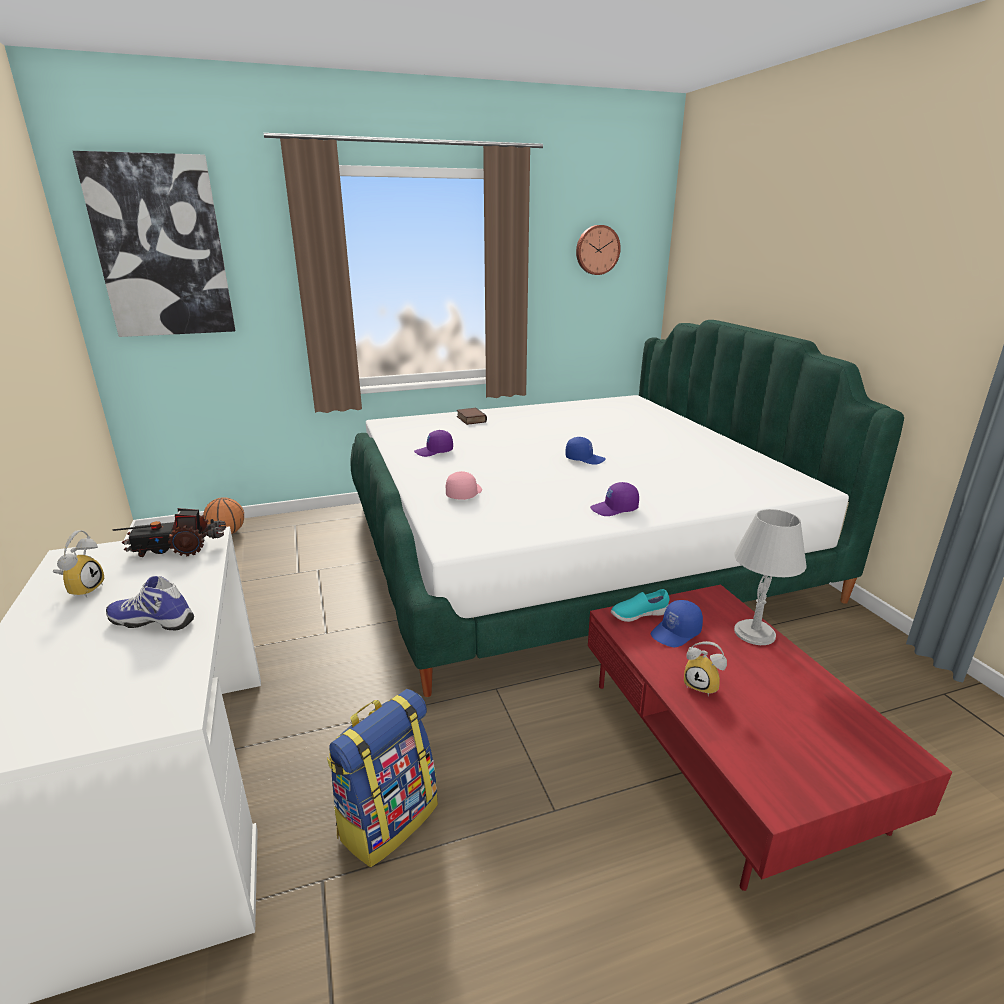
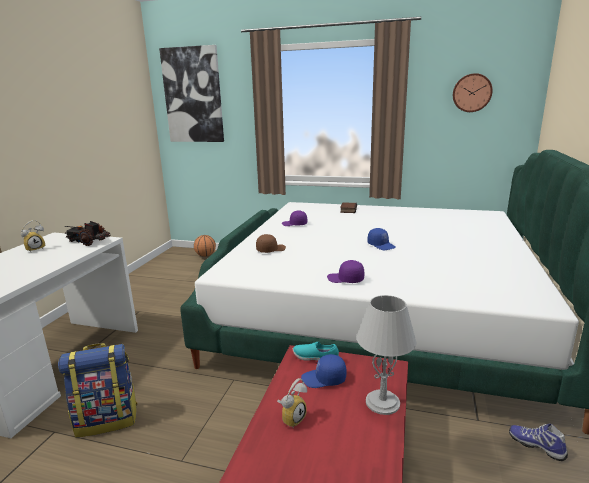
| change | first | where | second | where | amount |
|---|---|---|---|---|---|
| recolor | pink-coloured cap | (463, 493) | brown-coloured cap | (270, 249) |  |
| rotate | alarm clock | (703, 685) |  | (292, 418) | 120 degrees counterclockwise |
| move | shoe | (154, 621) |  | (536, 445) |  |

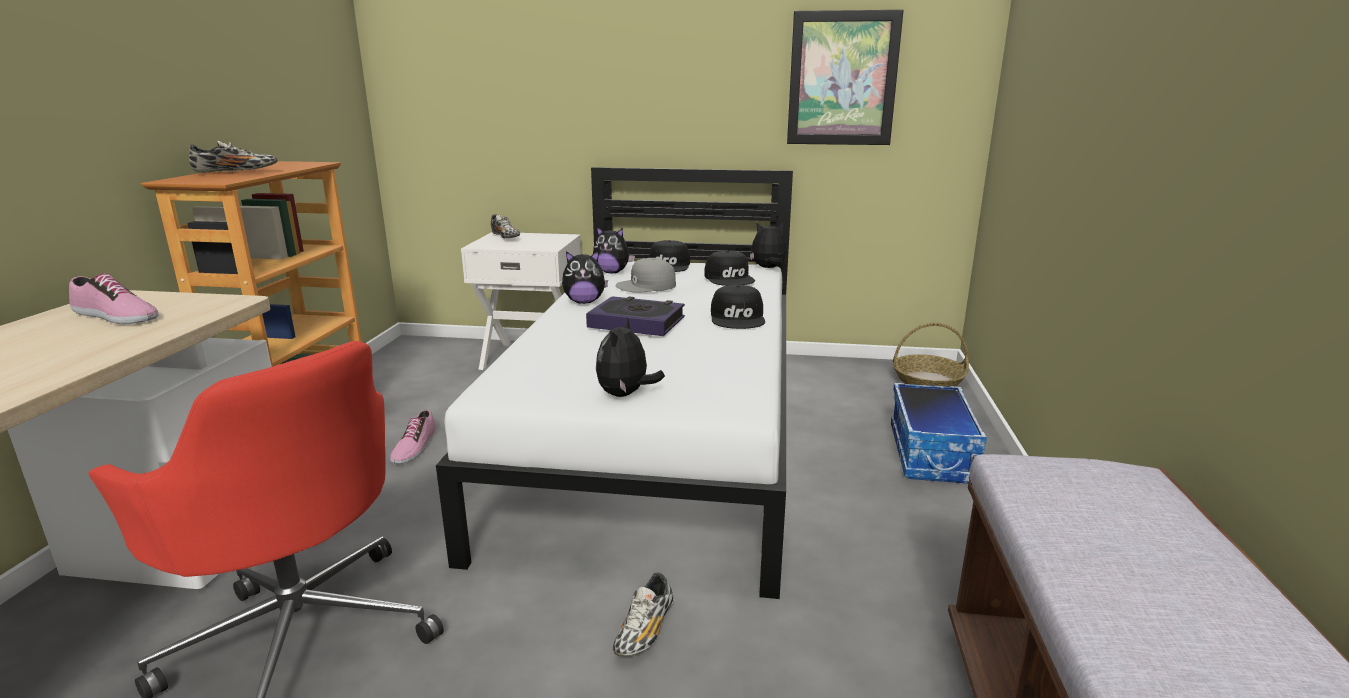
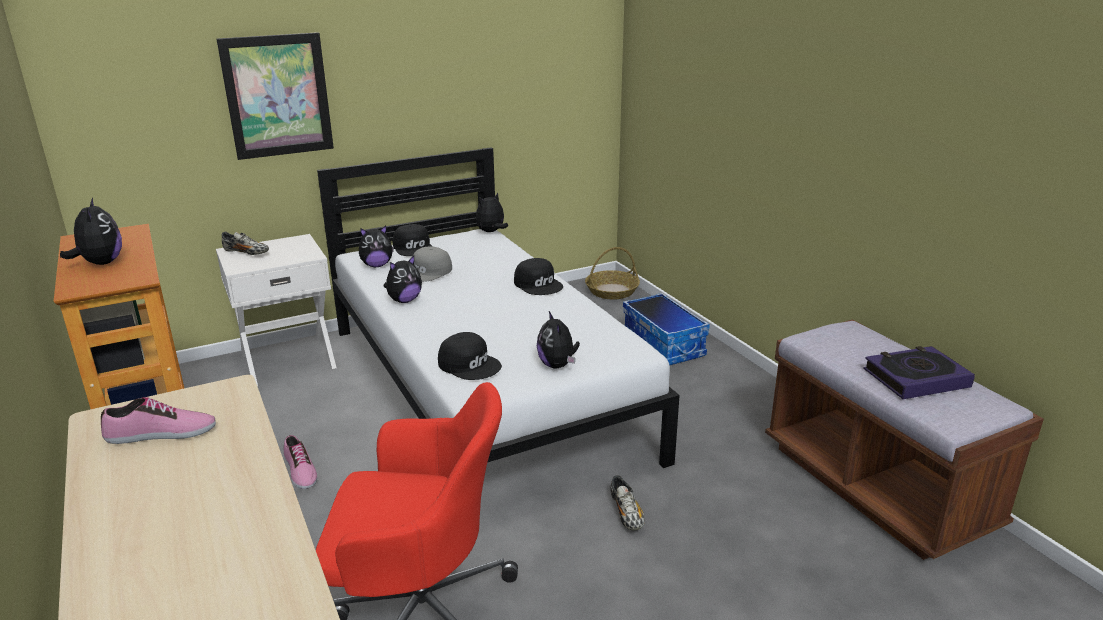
| change | first | where | second | where | amount |
|---|---|---|---|---|---|
| replace | shoe | (236, 172) | plush toy | (100, 263) |  |
| move | picture | (842, 79) |  | (277, 96) |  |
| move | blackish cap | (730, 278) |  | (470, 364) |  |
| move | book | (636, 323) |  | (915, 378) |  |

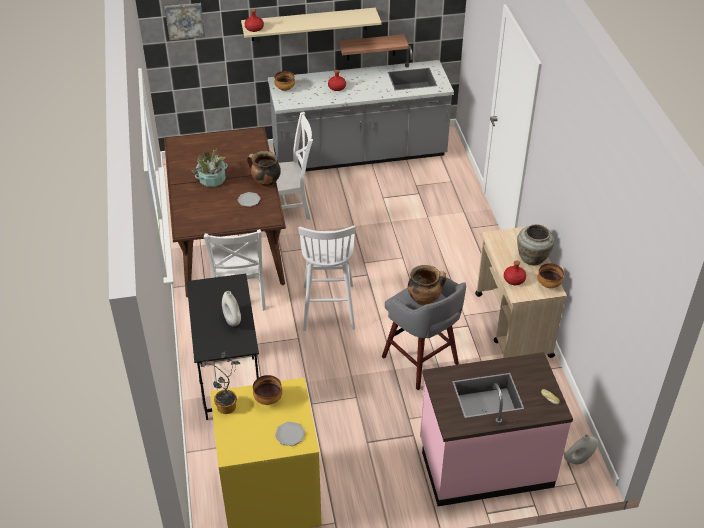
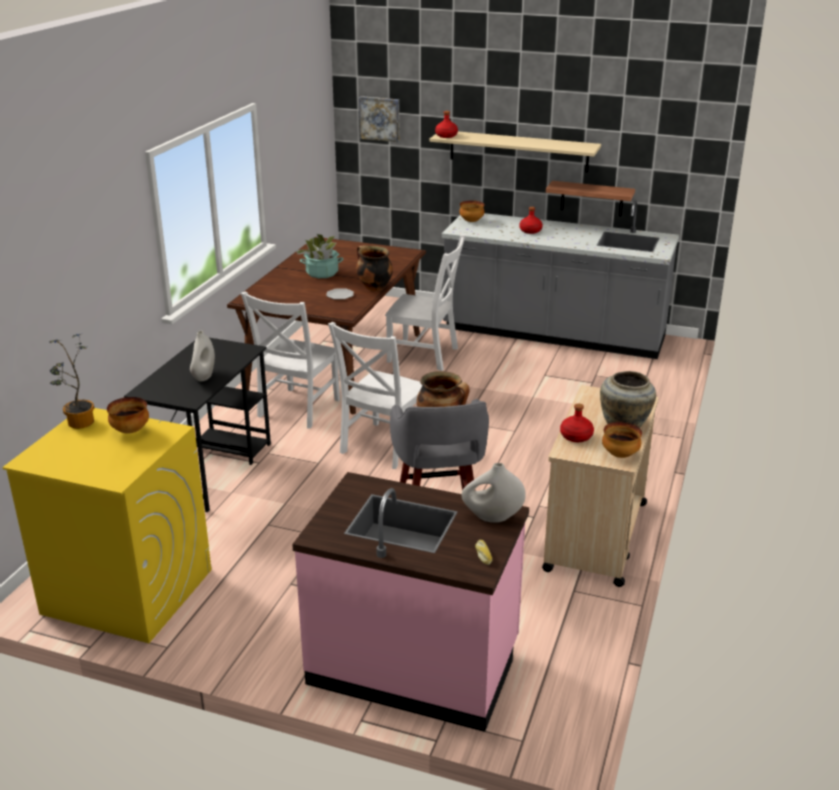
| change | first | where | second | where | amount |
|---|---|---|---|---|---|
| replace | whitish sitting stool | (328, 306) | whitish upright chair | (382, 447) |  |
| move | whitish vase | (578, 459) |  | (492, 517) |  |
| delete | dinner plate | (290, 434) |  |  |  |

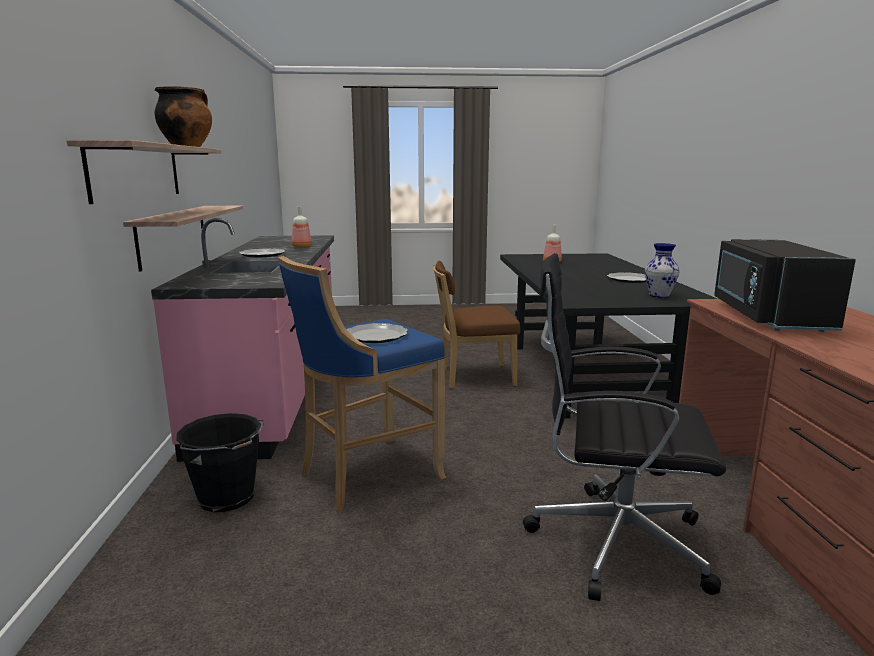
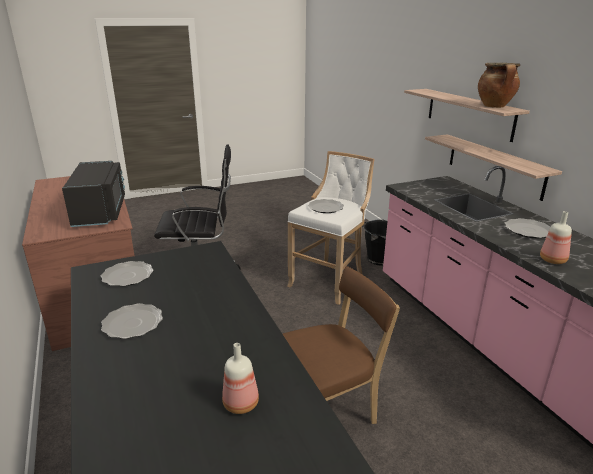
| change | first | where | second | where | amount |
|---|---|---|---|---|---|
| replace | vase | (658, 296) | dinner plate | (128, 276) |  |
| recolor | bluish sitting stool | (365, 475) | whitish sitting stool | (330, 280) |  |

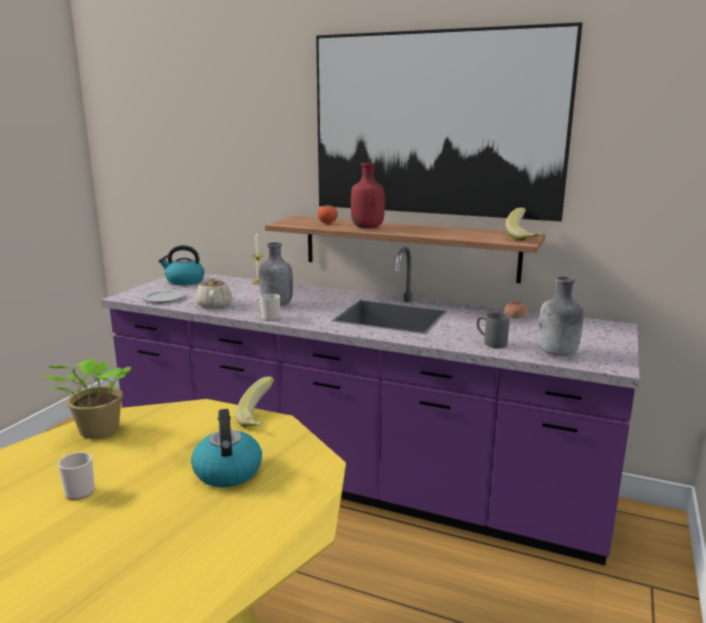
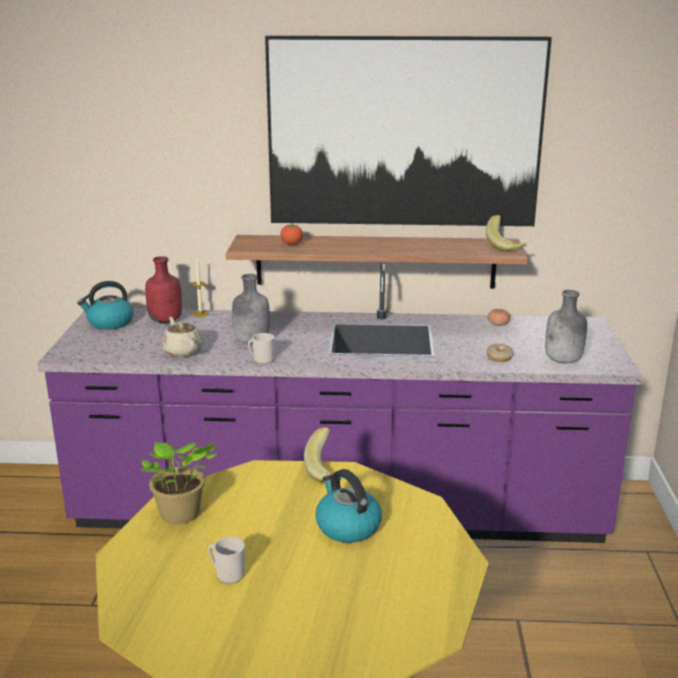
| change | first | where | second | where | amount |
|---|---|---|---|---|---|
| move | red bottle | (368, 228) |  | (166, 320) |  |
| replace | grey mug | (490, 343) | doughnut | (499, 357) |  |
| delete | dinner plate | (164, 298) |  |  |  |

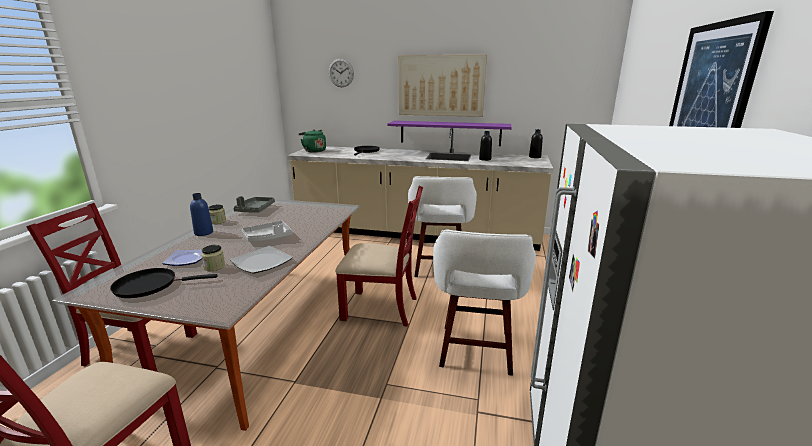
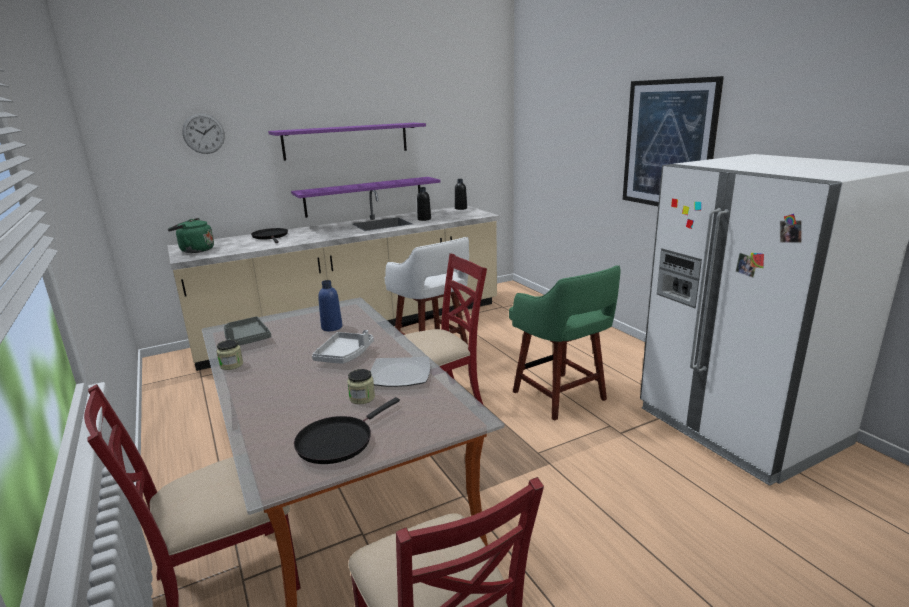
| change | first | where | second | where | amount |
|---|---|---|---|---|---|
| replace | picture | (441, 86) | purple wall shelf | (346, 141) |  |
| move | bluish bottle | (204, 233) |  | (332, 327) |  |
| recolor | whitish sitting stool | (475, 351) | green sitting stool | (561, 397) |  |
| delete | dinner plate | (187, 259) |  |  |  |

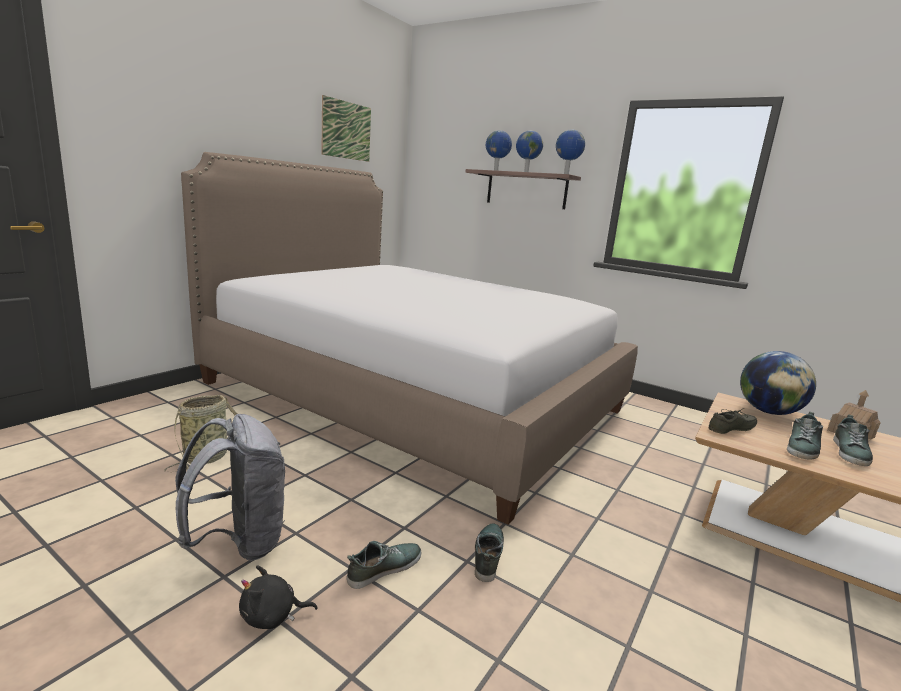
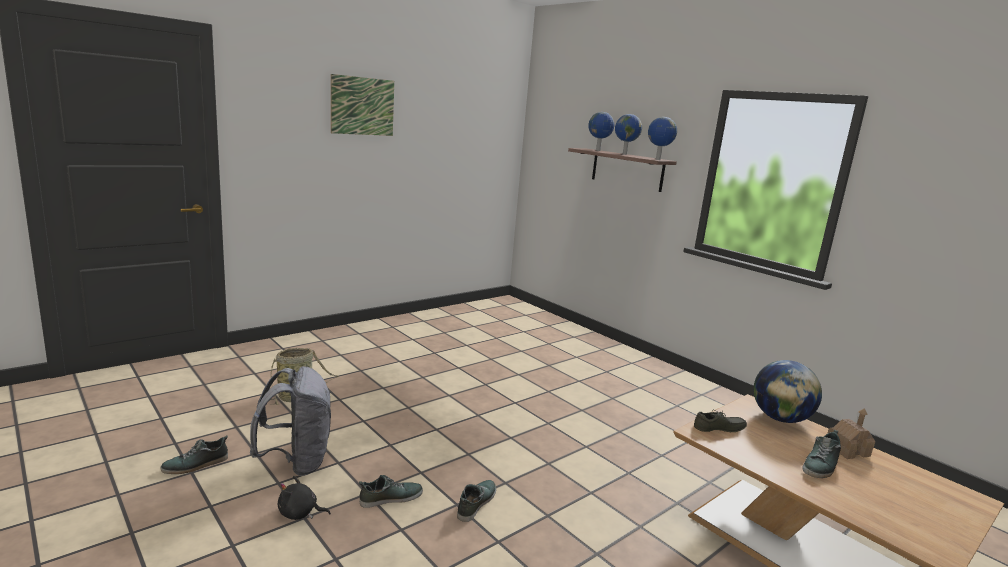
| change | first | where | second | where | amount |
|---|---|---|---|---|---|
| move | shoe | (802, 448) |  | (196, 464) |  |
| move | picture | (346, 130) |  | (362, 106) |  |
| delete | sleeping bed | (413, 396) |  |  |  |

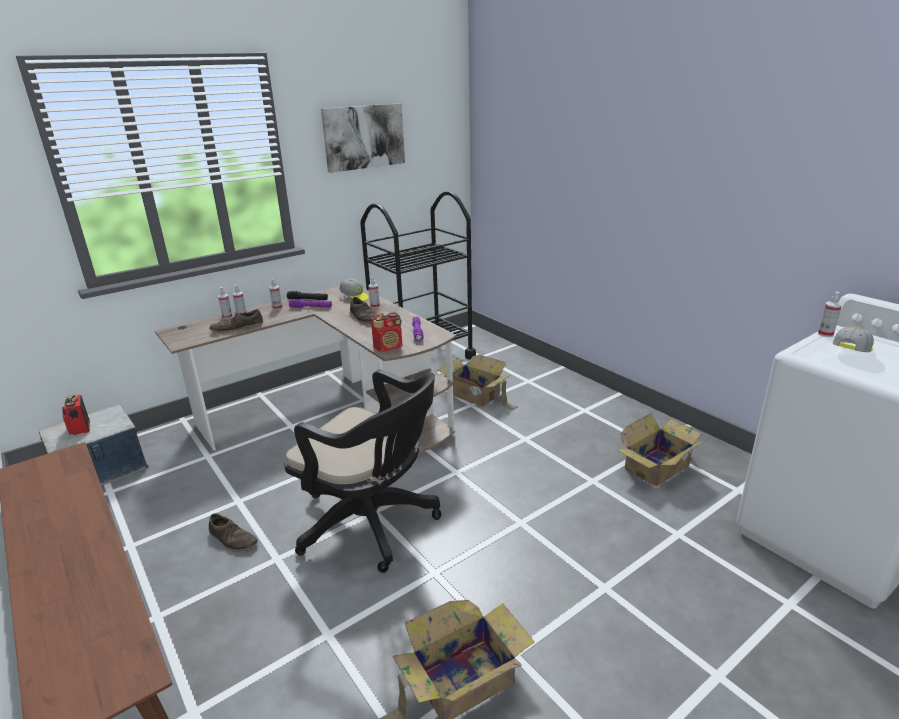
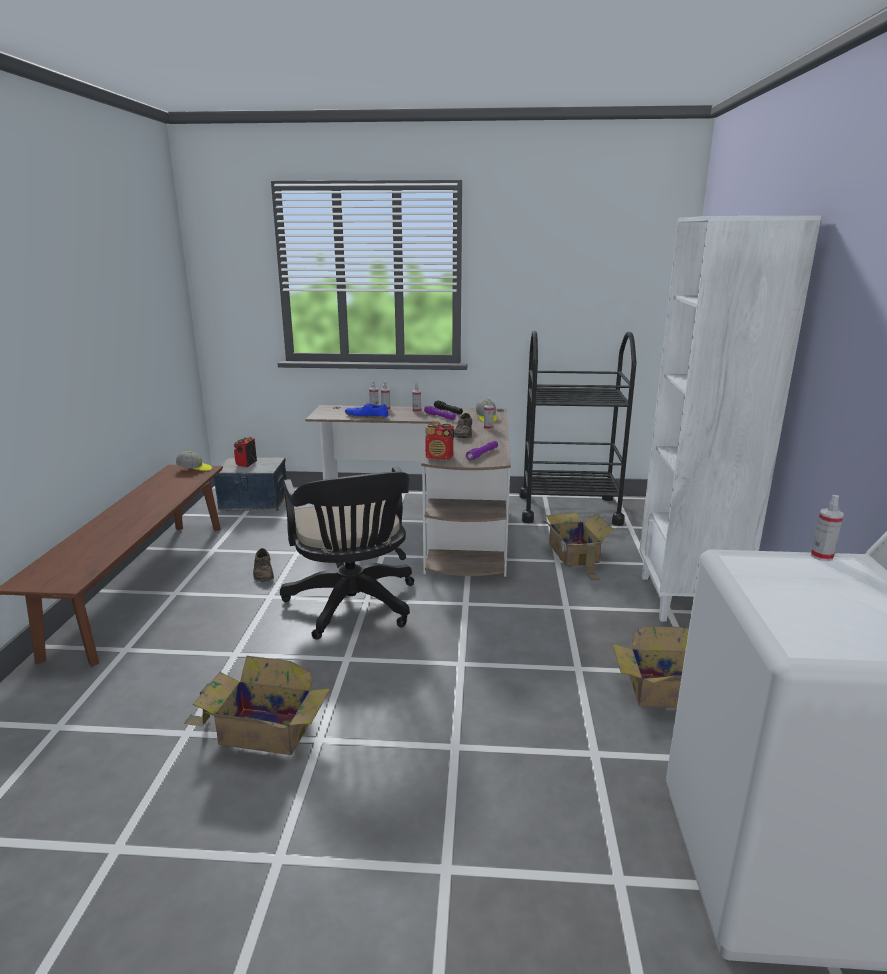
| change | first | where | second | where | amount |
|---|---|---|---|---|---|
| move | cap | (851, 352) |  | (194, 469) |  |
| recolor | brown-coloured shoe | (237, 328) | bluish shoe | (366, 416) |  |
| insert |  |  | whitish bookshelf | (688, 599) |  |
| delete | picture | (364, 137) |  |  |  |

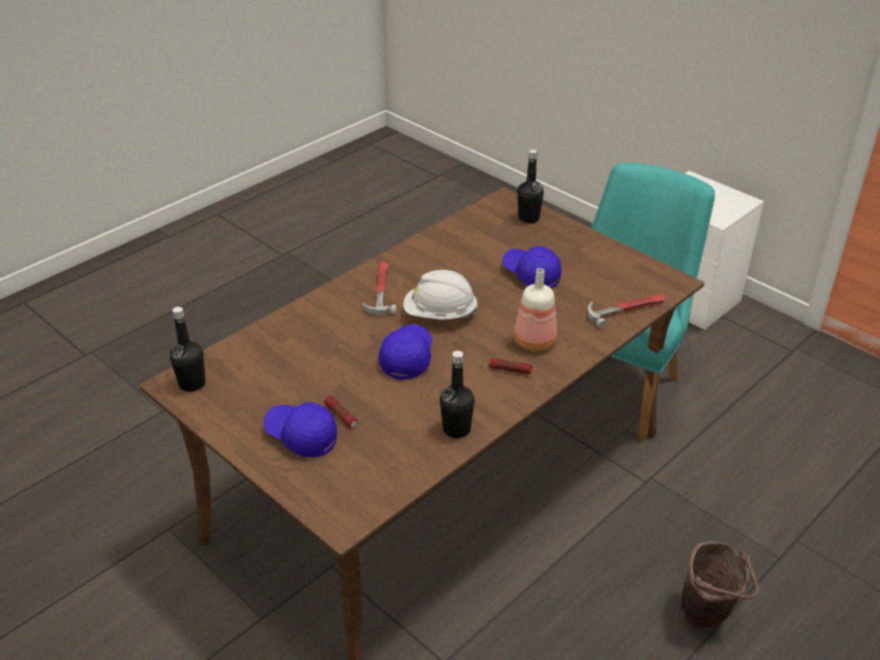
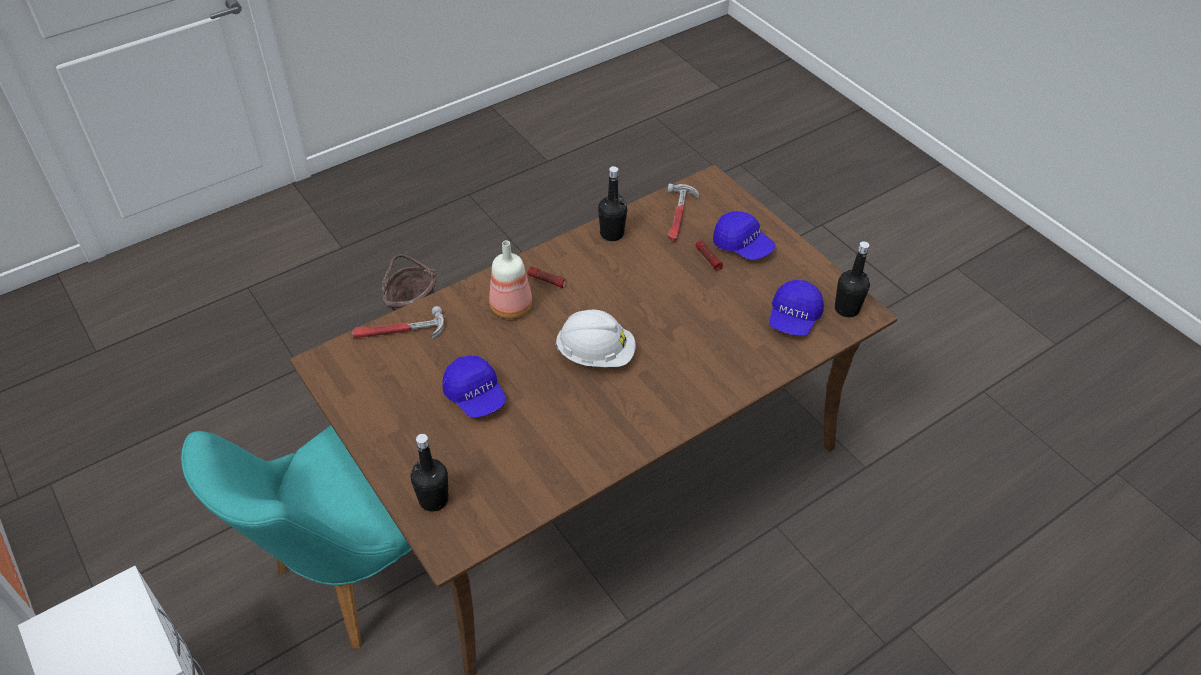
| change | first | where | second | where | amount |
|---|---|---|---|---|---|
| move | hand hammer | (380, 291) |  | (679, 216) |  |
| move | bluish cap | (407, 358) |  | (793, 318) |  |

